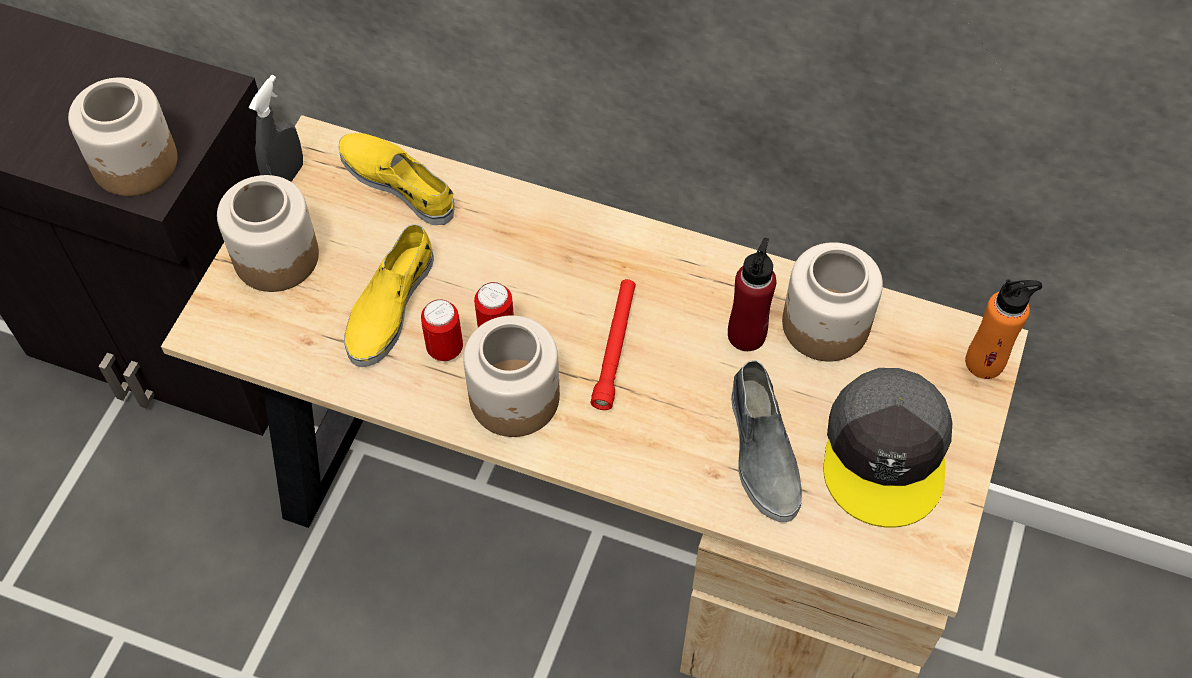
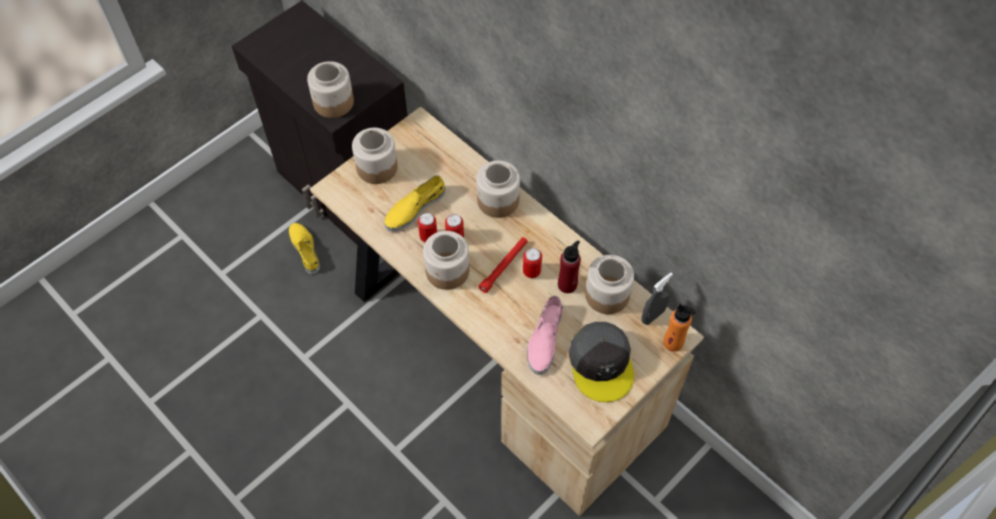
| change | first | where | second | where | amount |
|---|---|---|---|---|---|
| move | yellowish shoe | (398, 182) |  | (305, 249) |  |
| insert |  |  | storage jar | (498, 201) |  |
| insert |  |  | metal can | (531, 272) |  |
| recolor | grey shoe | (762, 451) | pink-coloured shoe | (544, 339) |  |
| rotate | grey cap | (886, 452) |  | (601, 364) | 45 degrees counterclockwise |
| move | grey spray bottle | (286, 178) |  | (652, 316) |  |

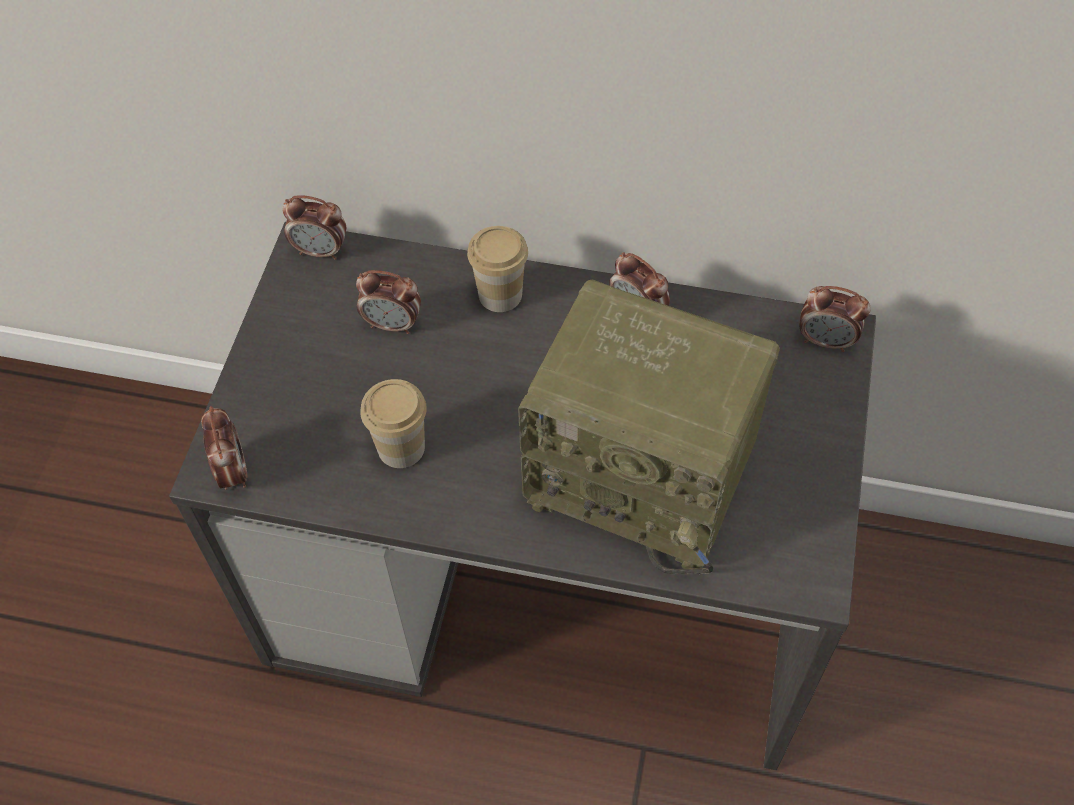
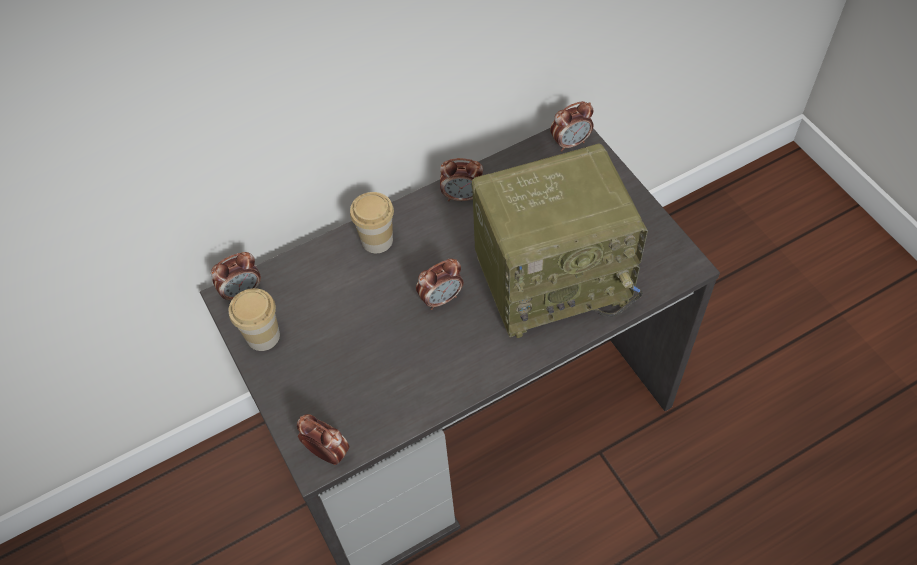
| change | first | where | second | where | amount |
|---|---|---|---|---|---|
| move | small cup | (401, 447) |  | (263, 336) |  |
| move | alarm clock | (393, 324) |  | (441, 298) |  |

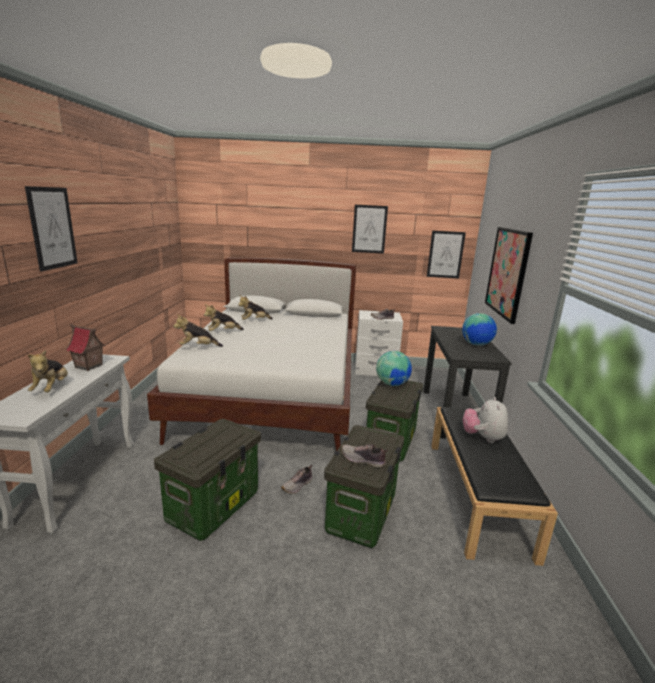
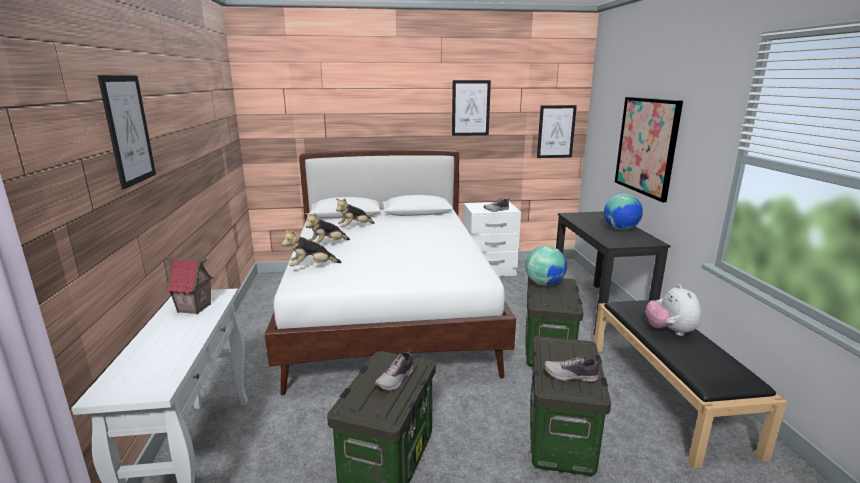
| change | first | where | second | where | amount |
|---|---|---|---|---|---|
| move | shoe | (297, 485) |  | (396, 379) |  |
| delete | plush toy | (51, 388) |  |  |  |

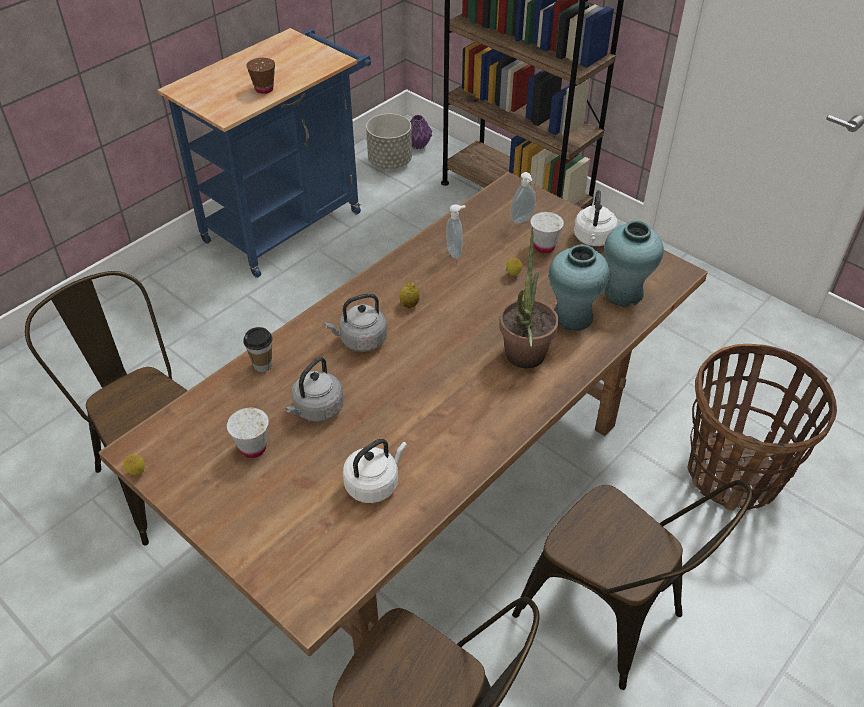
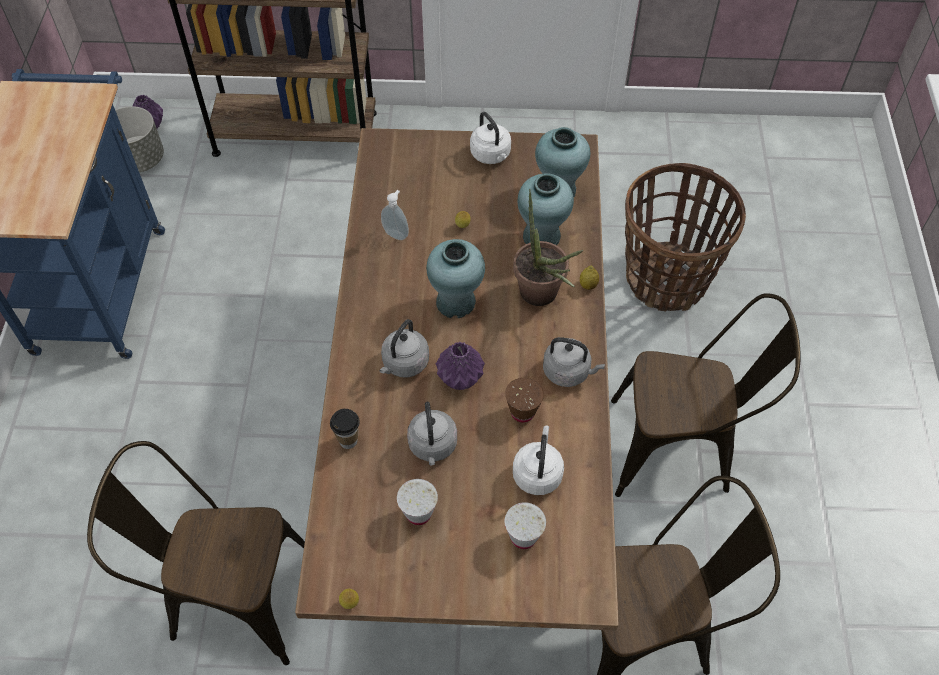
| change | first | where | second | where | amount |
|---|---|---|---|---|---|
| insert |  |  | blue-green vase | (456, 302) |  |
| insert |  |  | purple vase | (459, 379) |  |
| move | brown-coloured small cup | (264, 89) |  | (522, 412) |  |
| move | whitish small cup | (544, 247) |  | (523, 537) |  |
| insert |  |  | grey kettle | (568, 372) |  |
| move | citrus fruit | (409, 304) |  | (588, 285) |  |
| delete | liquid soap bottle | (523, 220) |  |  |  |

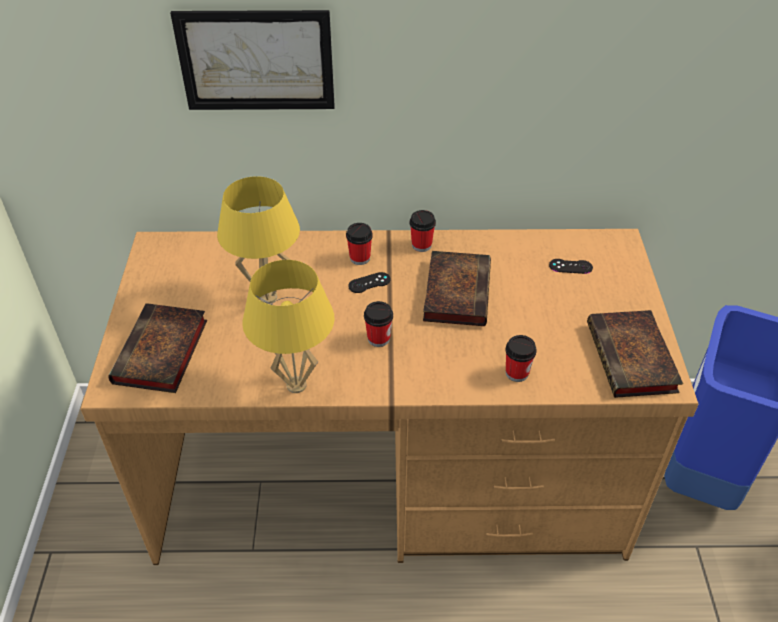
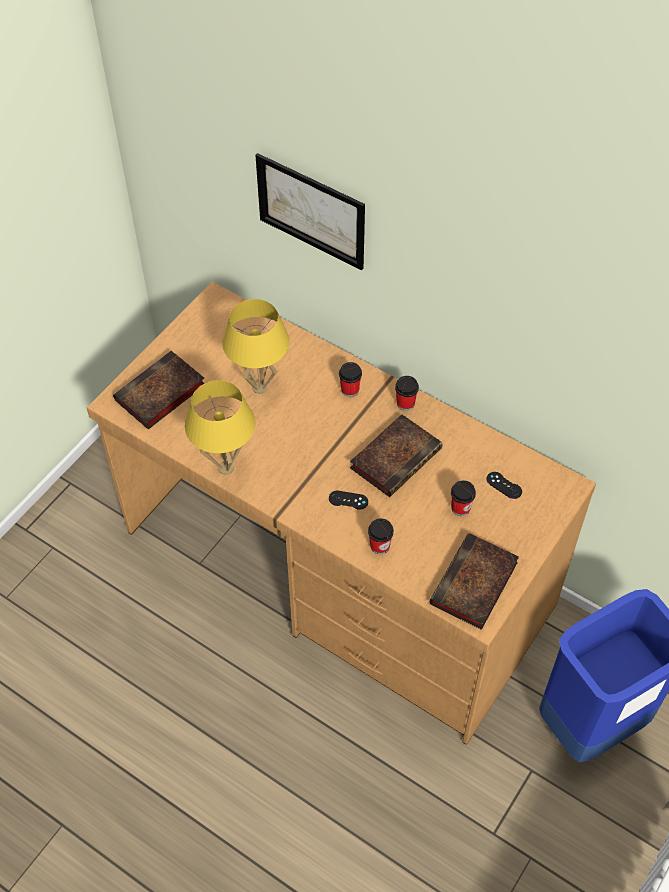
| change | first | where | second | where | amount |
|---|---|---|---|---|---|
| move | blackish gamepad | (369, 283) |  | (348, 500) |  |
| move | small cup | (378, 338) |  | (460, 508) |  |

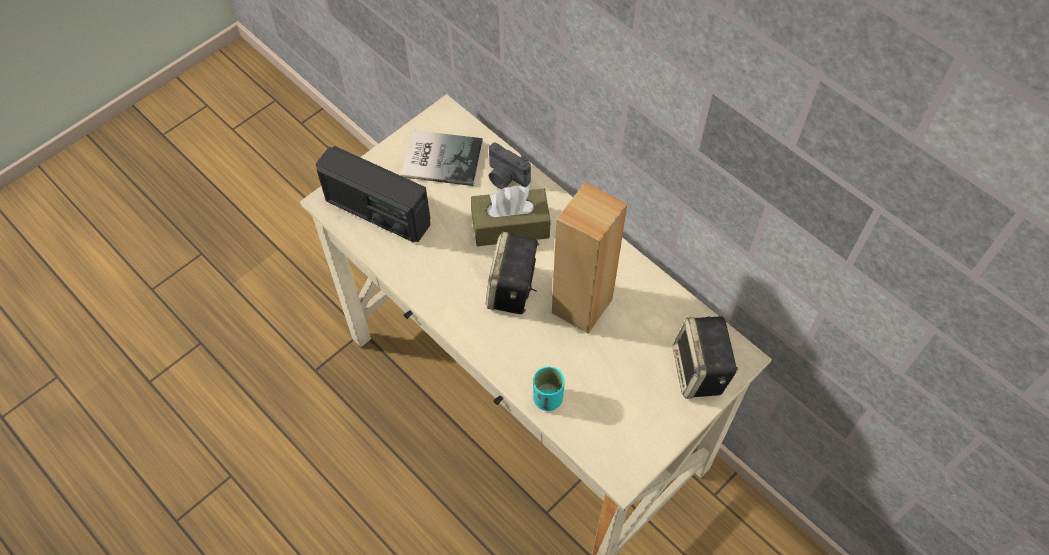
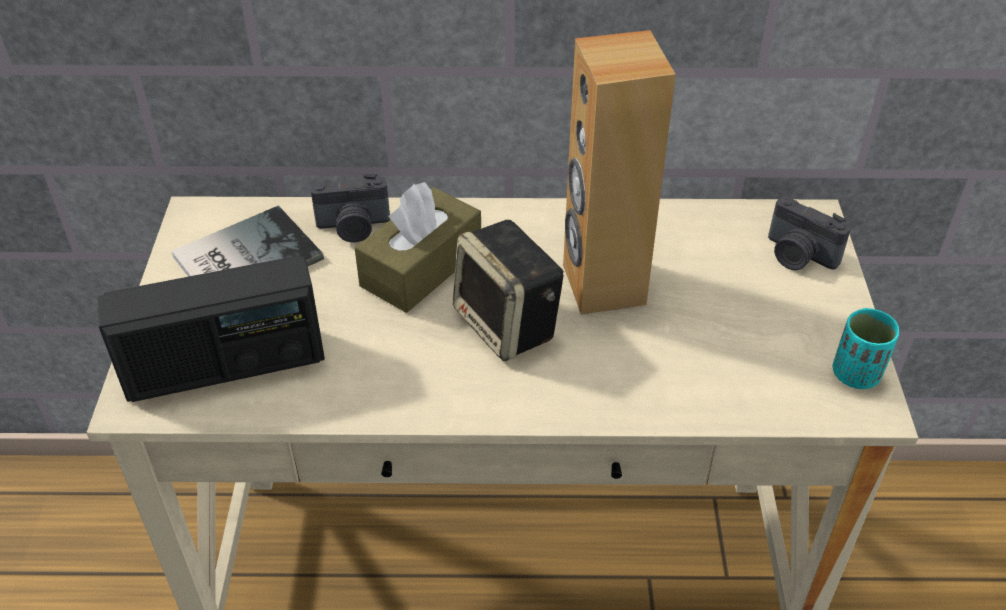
| change | first | where | second | where | amount |
|---|---|---|---|---|---|
| replace | audio speaker | (700, 372) | photo camera | (798, 256) |  |
| move | blue-green small cup | (547, 398) |  | (856, 374) |  |

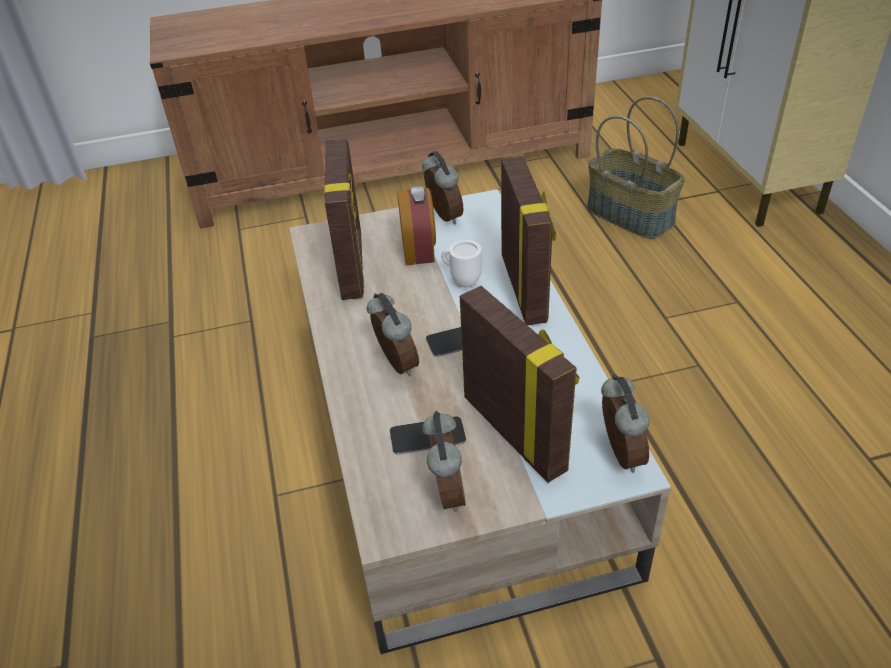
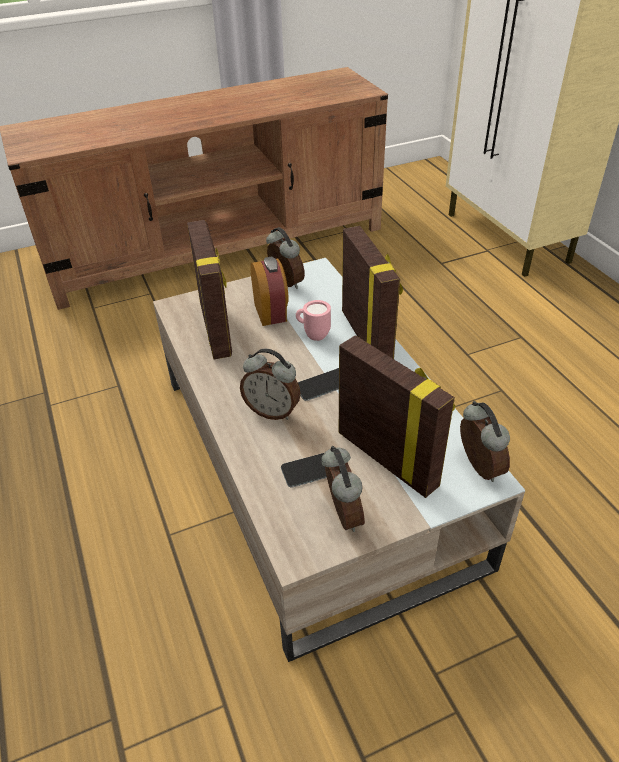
| change | first | where | second | where | amount |
|---|---|---|---|---|---|
| rotate | alarm clock | (395, 365) |  | (272, 411) | 150 degrees clockwise |
| recolor | whitish mug | (461, 280) | pink-coloured mug | (313, 335) |  |
| delete | storage basket | (631, 215) |  |  |  |

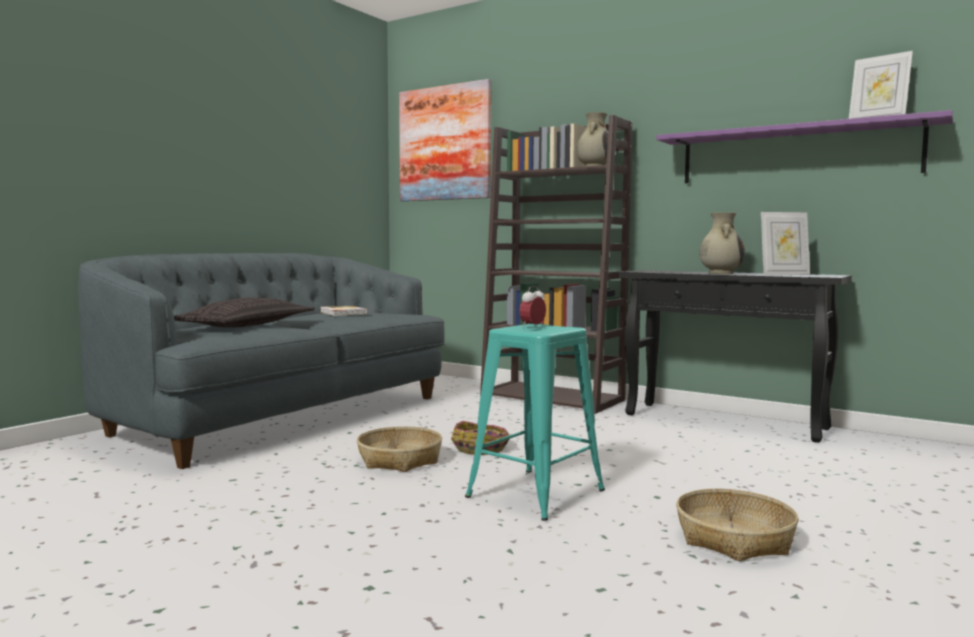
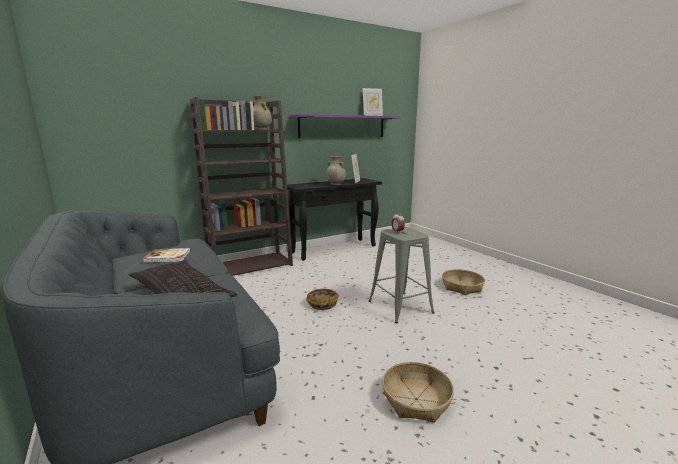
| change | first | where | second | where | amount |
|---|---|---|---|---|---|
| recolor | blue-green sitting stool | (536, 494) | grey sitting stool | (400, 307) |  |
| move | storage basket | (400, 460) |  | (416, 399) |  |
| delete | picture | (444, 143) |  |  |  |

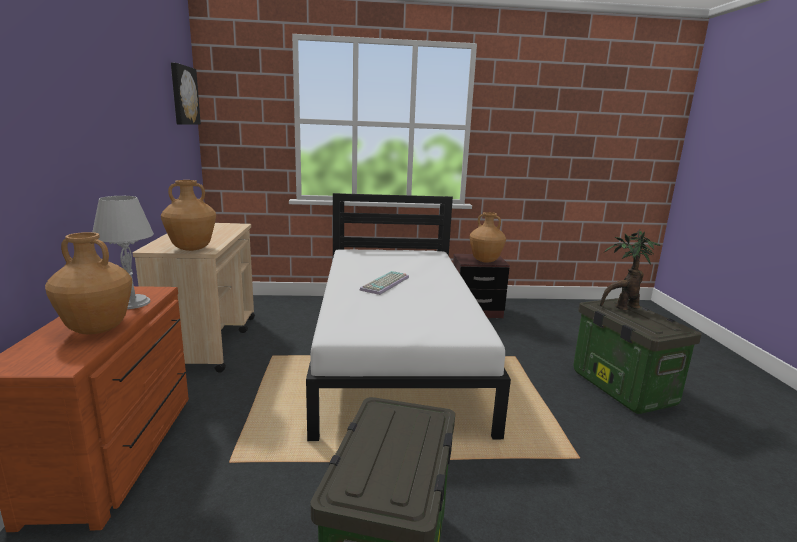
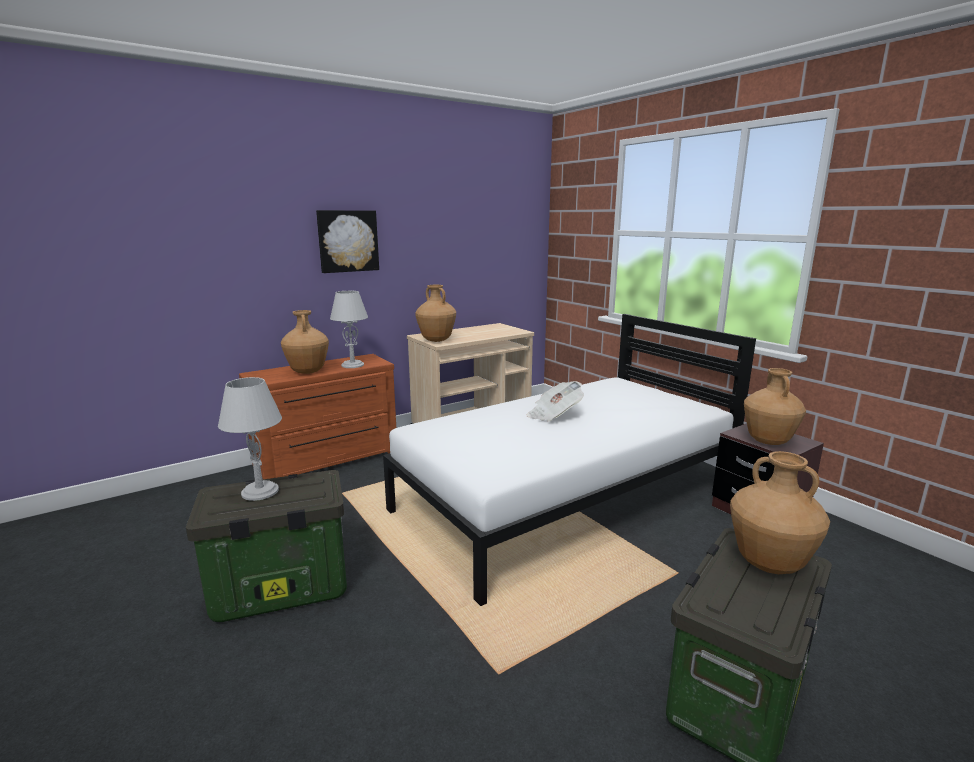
| change | first | where | second | where | amount |
|---|---|---|---|---|---|
| insert |  |  | grey lamp for a table | (260, 491) |  |
| move | picture | (183, 95) |  | (347, 241) |  |
| replace | PC keyboard | (386, 284) | printed paper | (554, 415) |  |
| replace | potted plant | (622, 308) | brown-coloured vase | (768, 564) |  |

